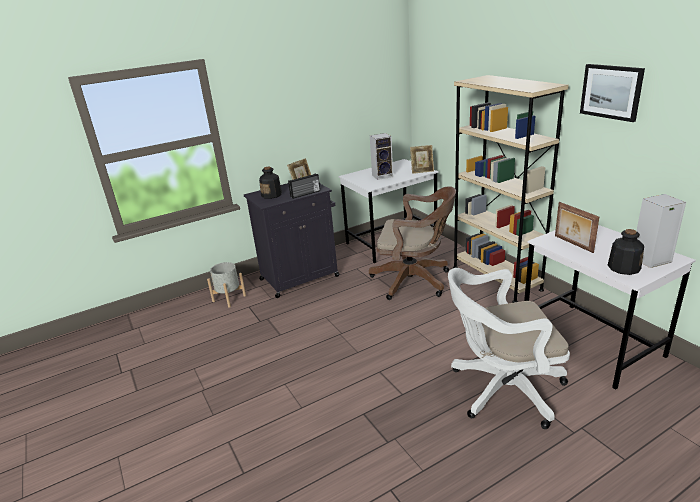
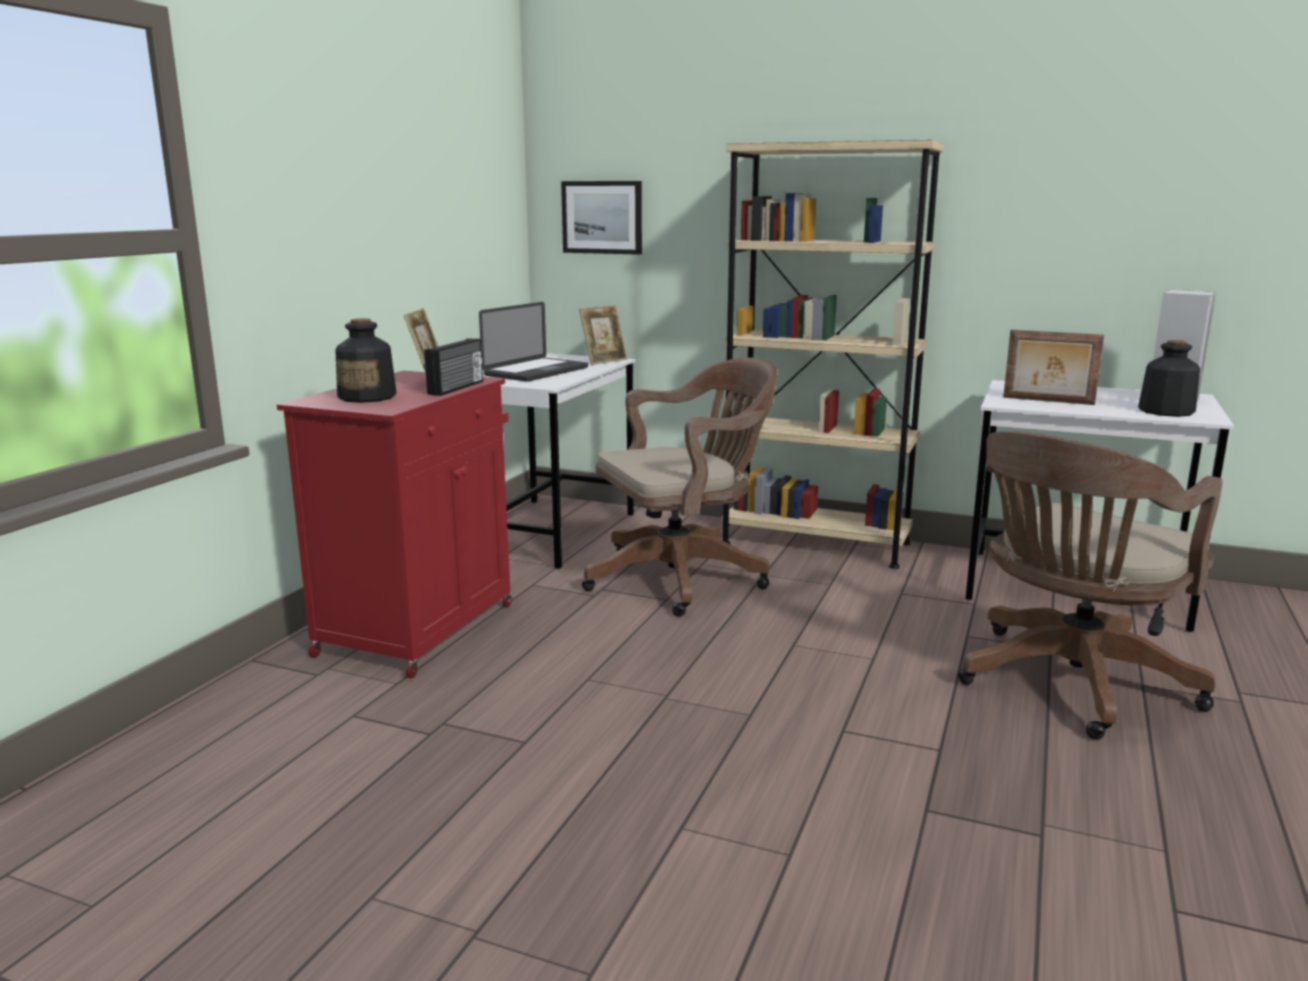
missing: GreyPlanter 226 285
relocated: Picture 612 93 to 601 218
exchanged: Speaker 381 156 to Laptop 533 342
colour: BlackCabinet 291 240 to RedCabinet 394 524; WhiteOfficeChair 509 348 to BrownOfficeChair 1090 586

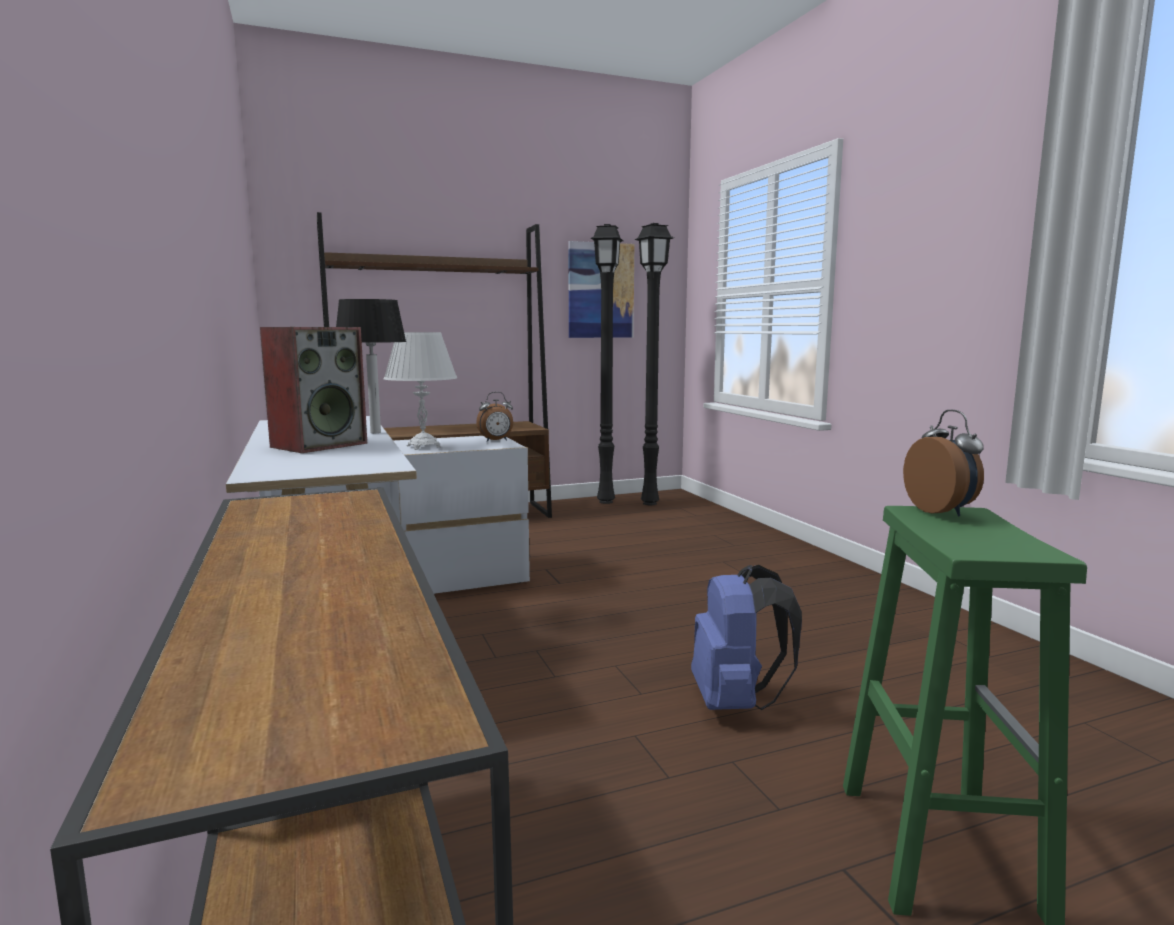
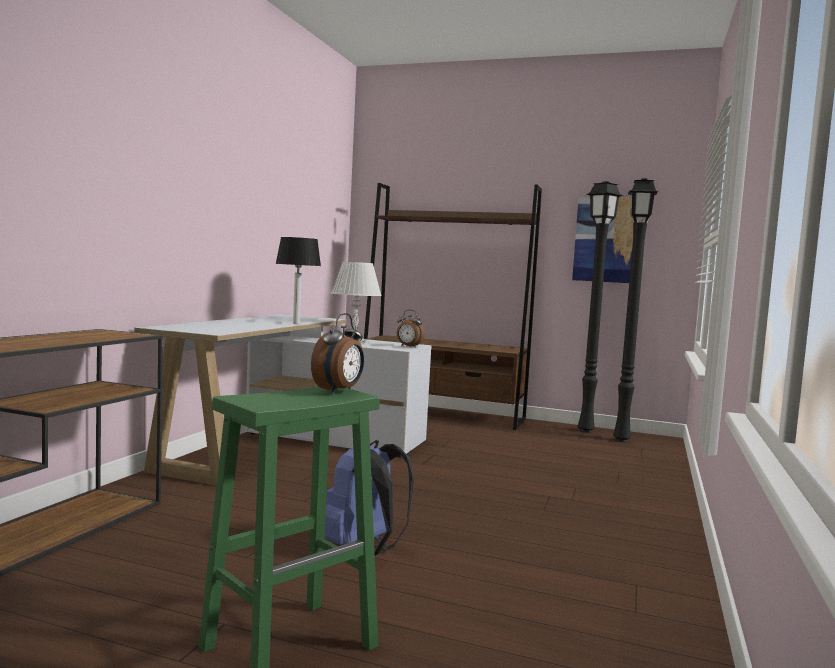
missing: Speaker 313 390

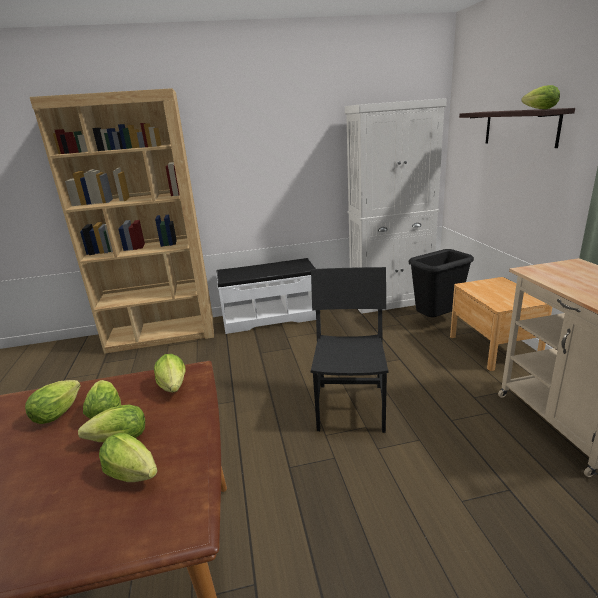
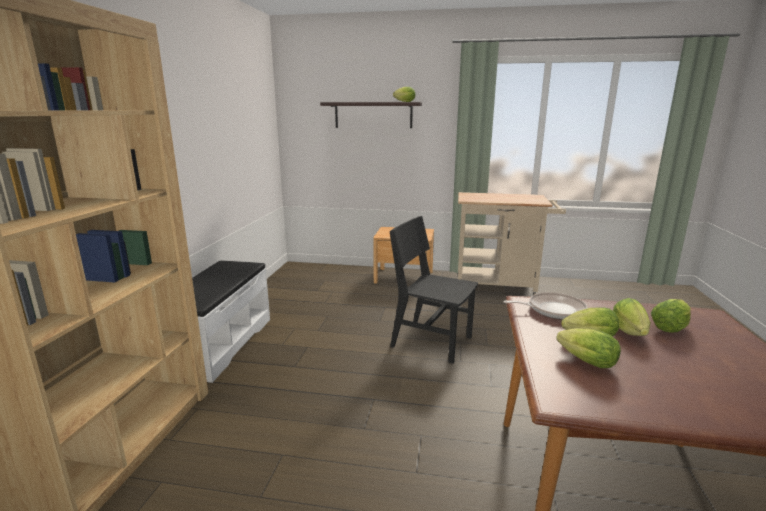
missing: WhiteCabinet 396 206; BlackTrashCan 441 283
exchanged: Lettuce 170 373 to FryingPan 546 306

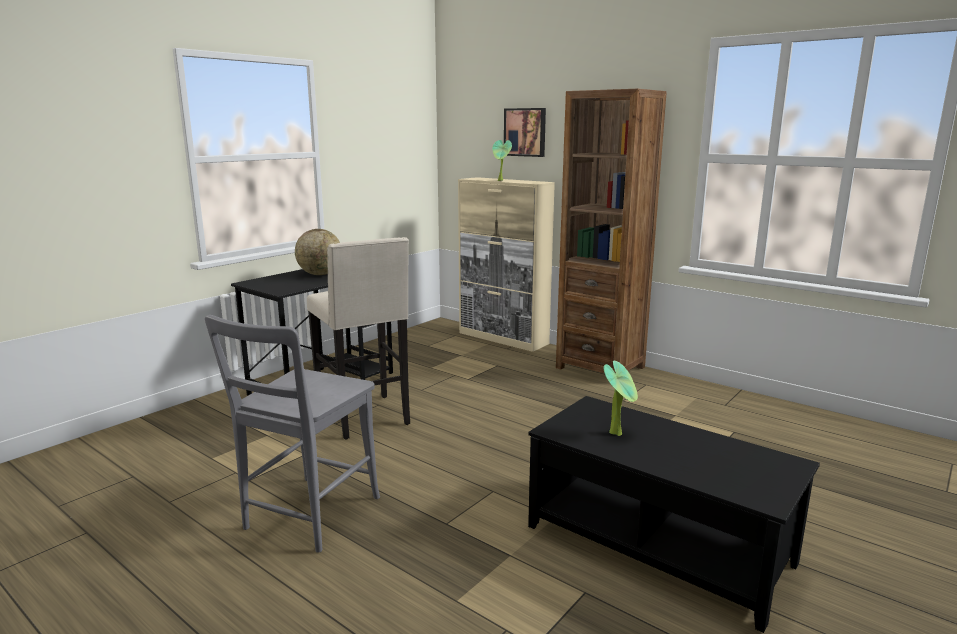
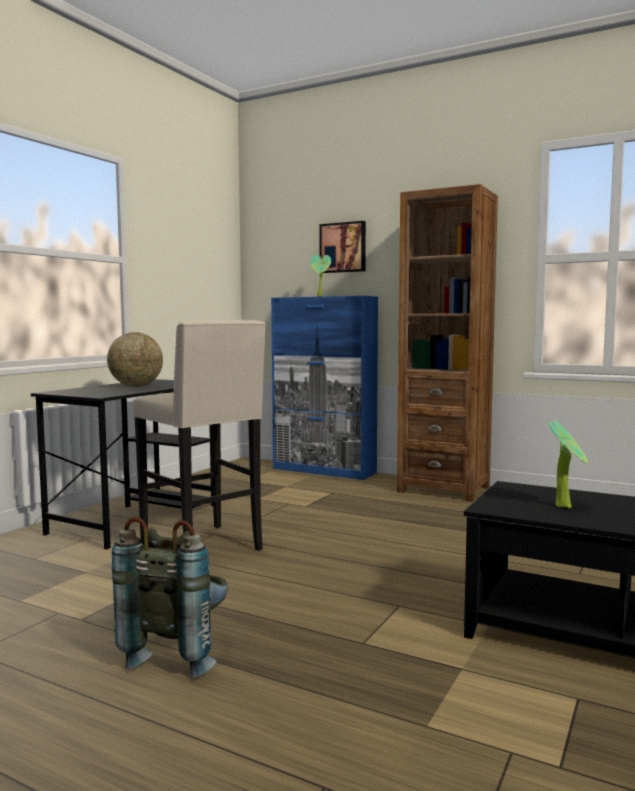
exchanged: GreyChair 292 434 to GreyBackpack 170 597
colour: BeigeCabinet 506 264 to BlueCabinet 324 388

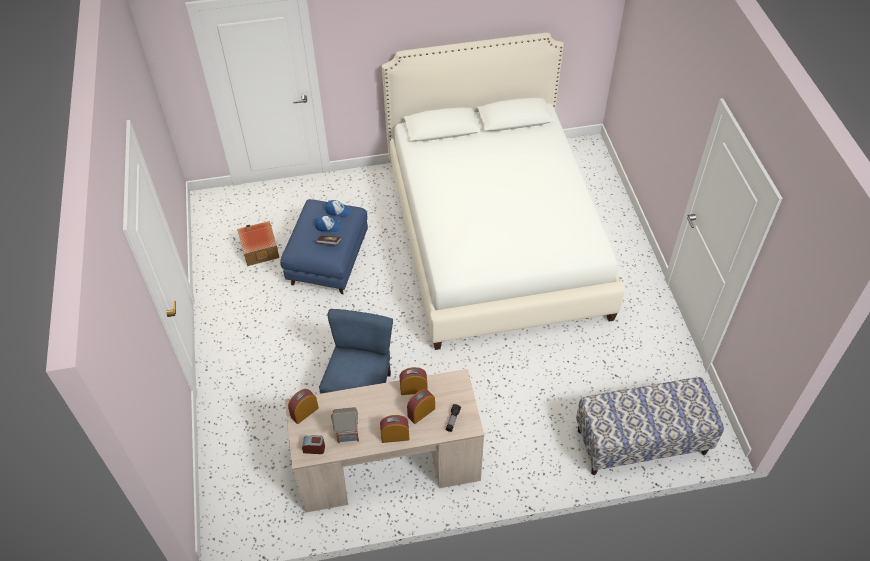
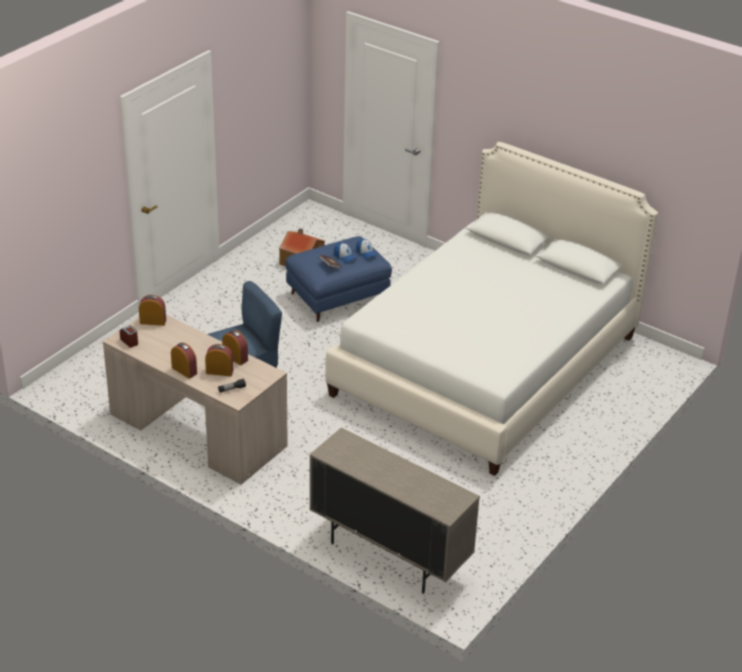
missing: ToyHouse 345 425
exchanged: Bench 650 426 to BeigeCabinet 395 511

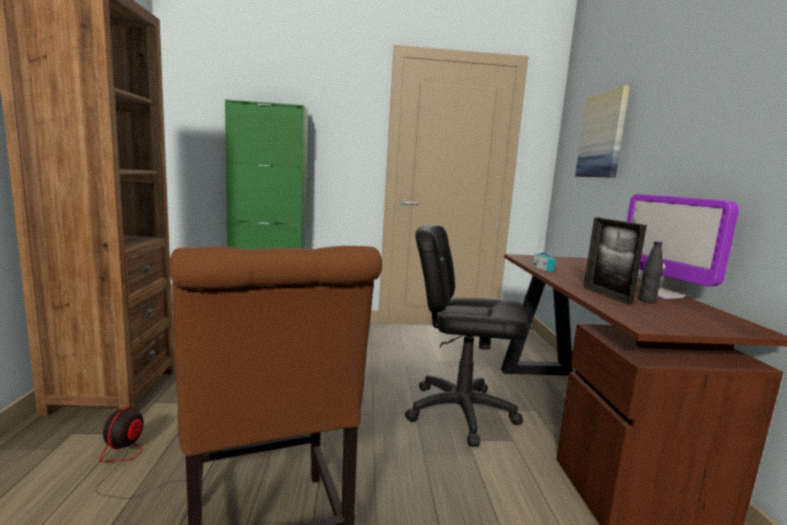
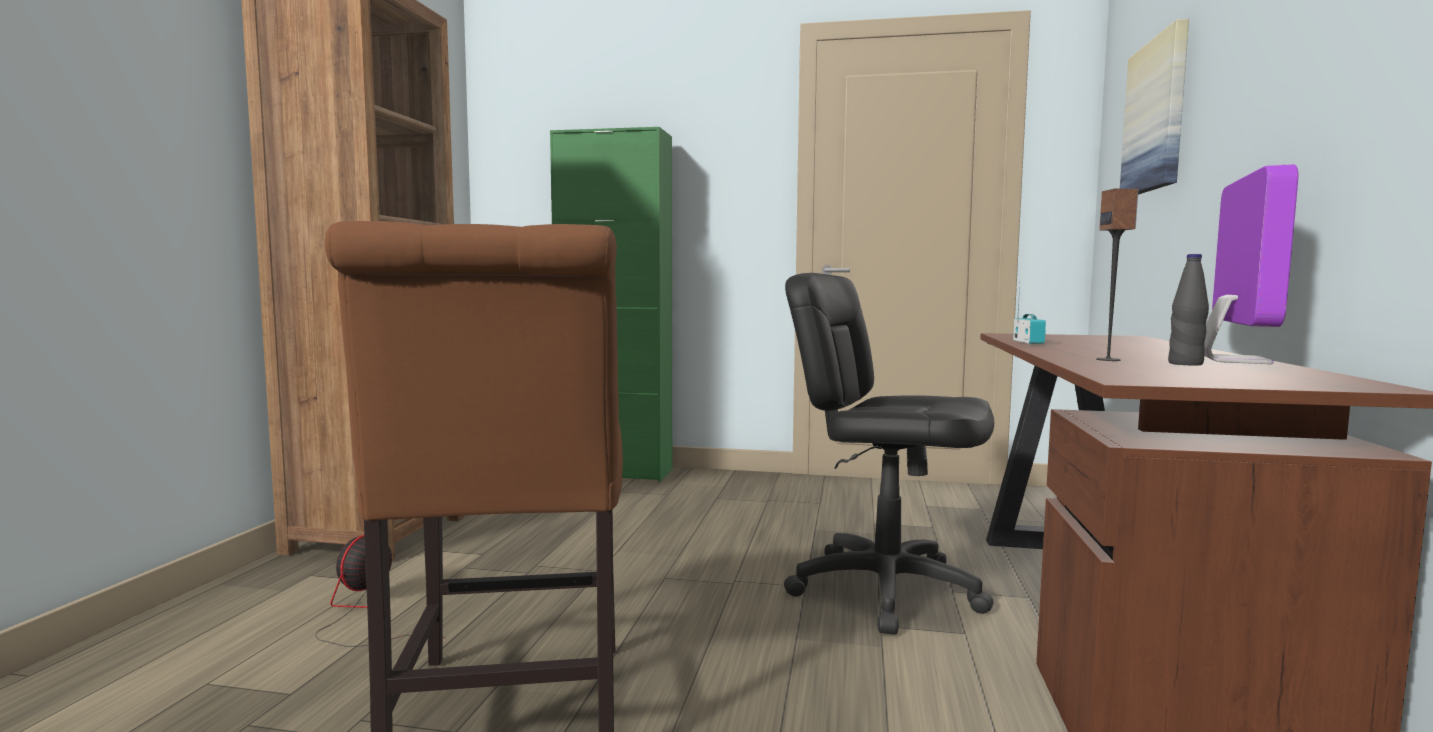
exchanged: PictureFrame 615 261 to Speaker 1117 275
spun: Monitor 682 246 = 1251 264 150 degrees counterclockwise

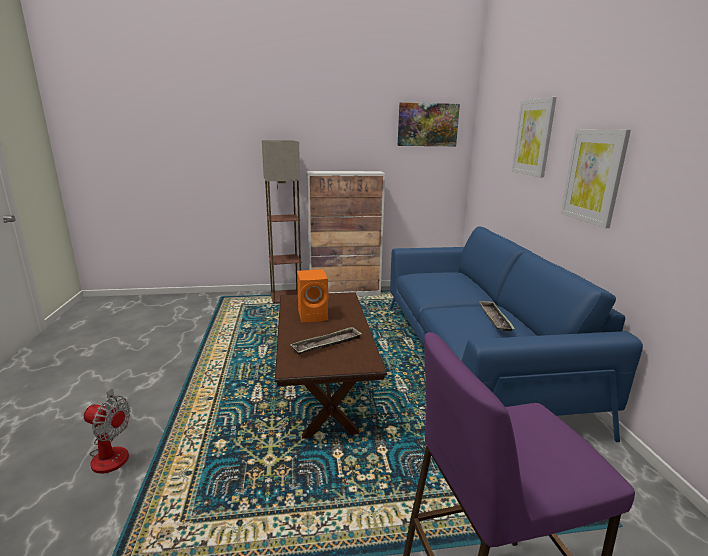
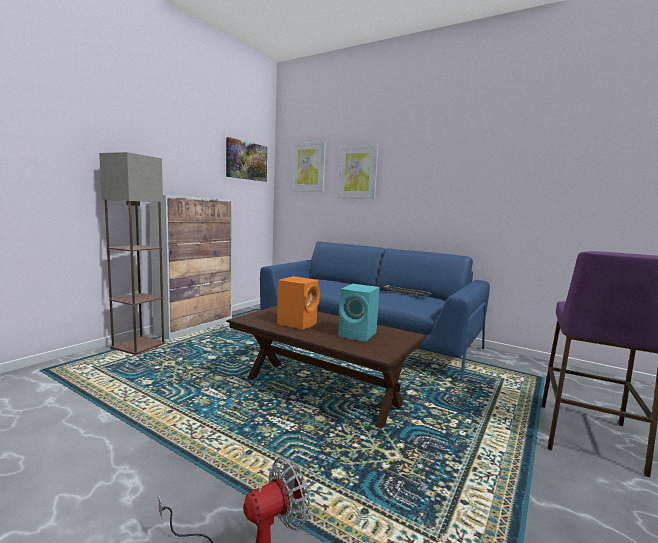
relocated: Picture 596 178 to 309 166
exchanged: Tray 326 340 to TurquoiseSpeaker 359 313

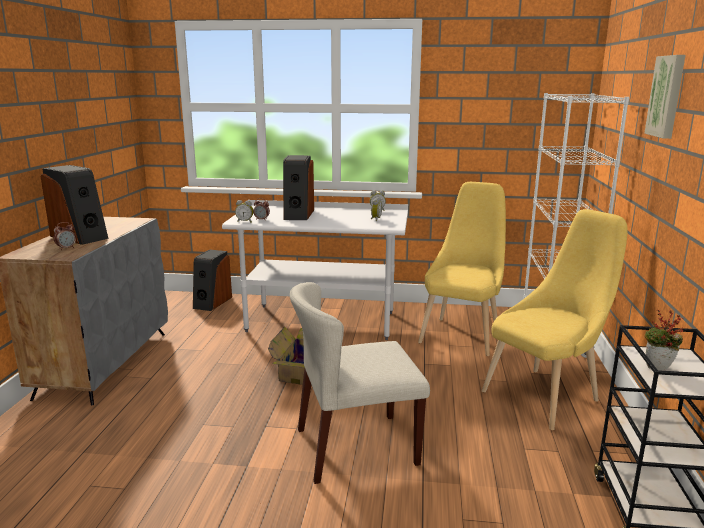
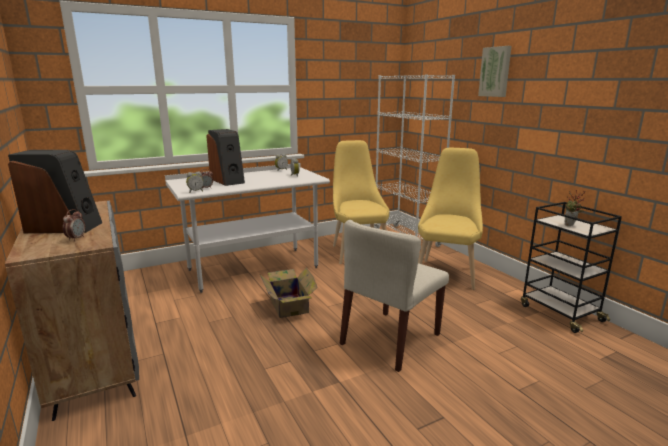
missing: Speaker 212 280

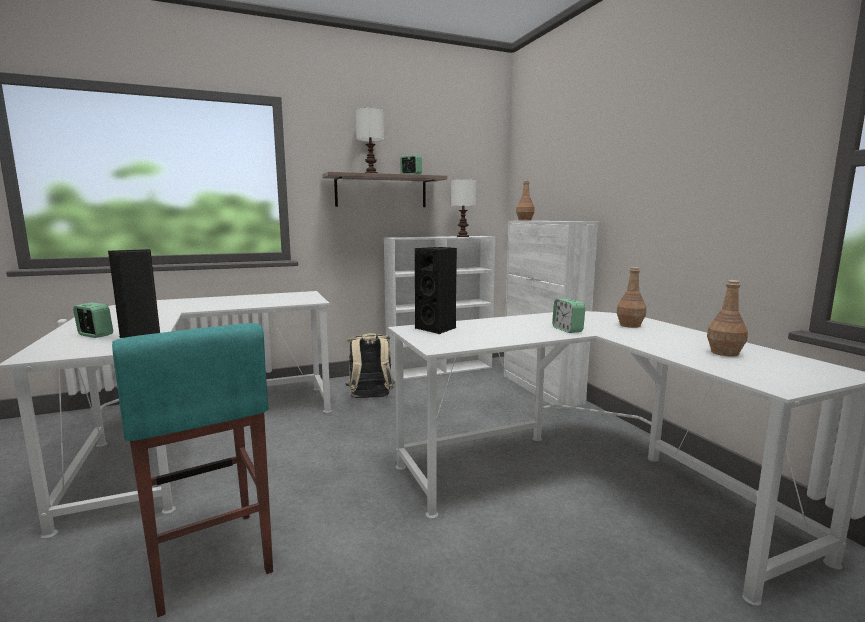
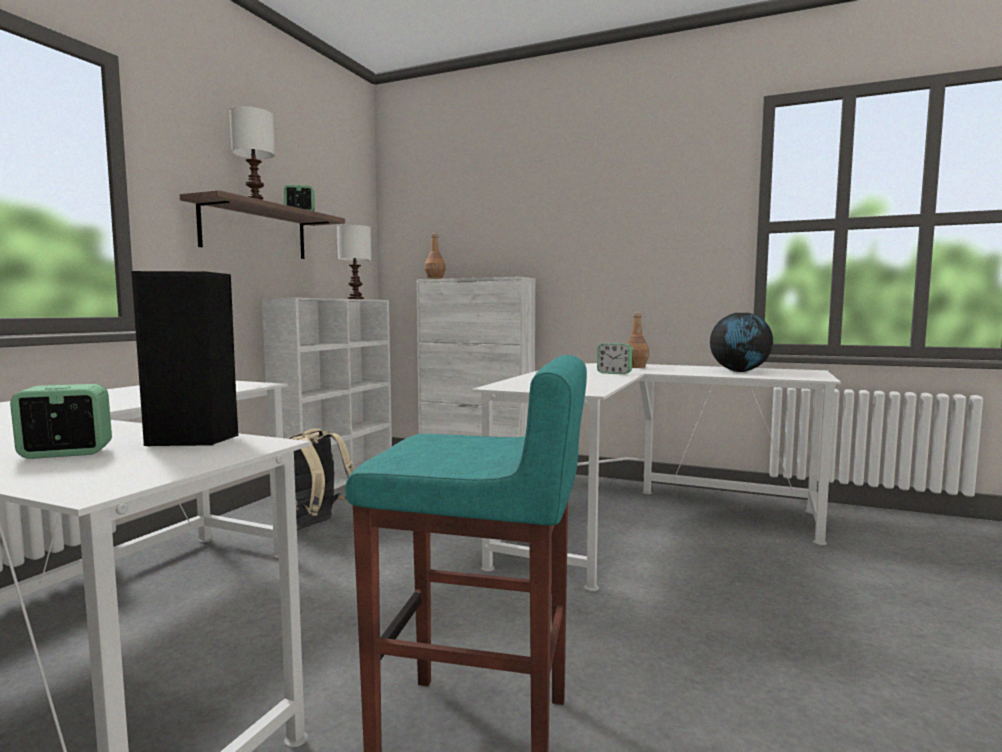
missing: BlackSpeaker 436 290
exchanged: BrownBottle 727 318 to Globe 741 342

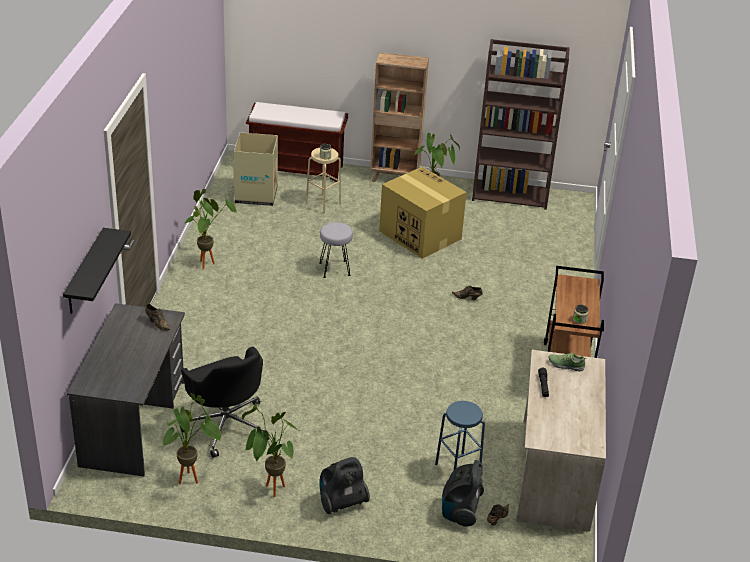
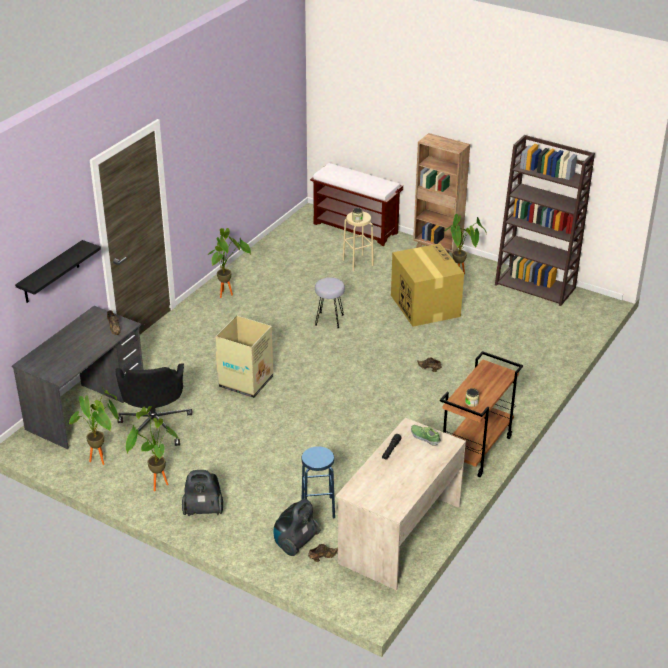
relocated: CardboardBox 255 169 to 244 357

